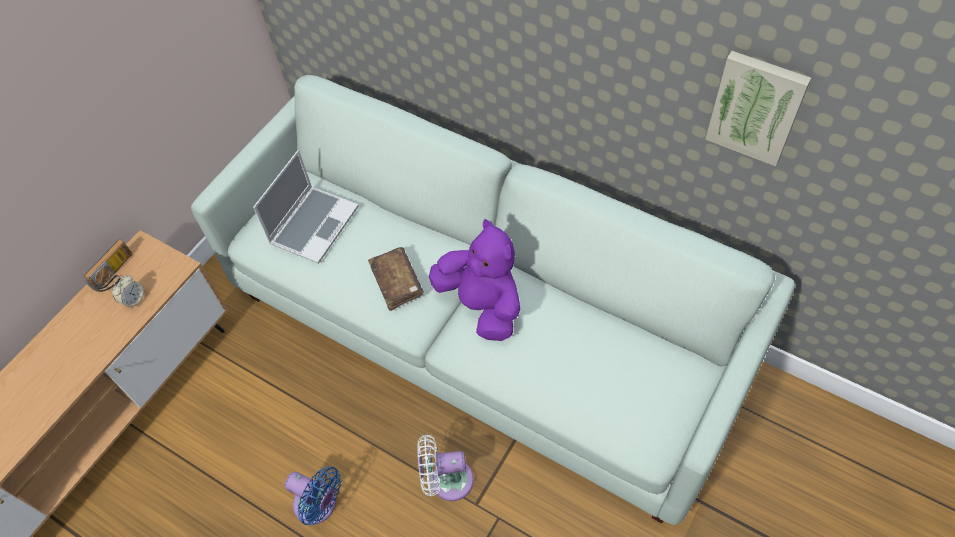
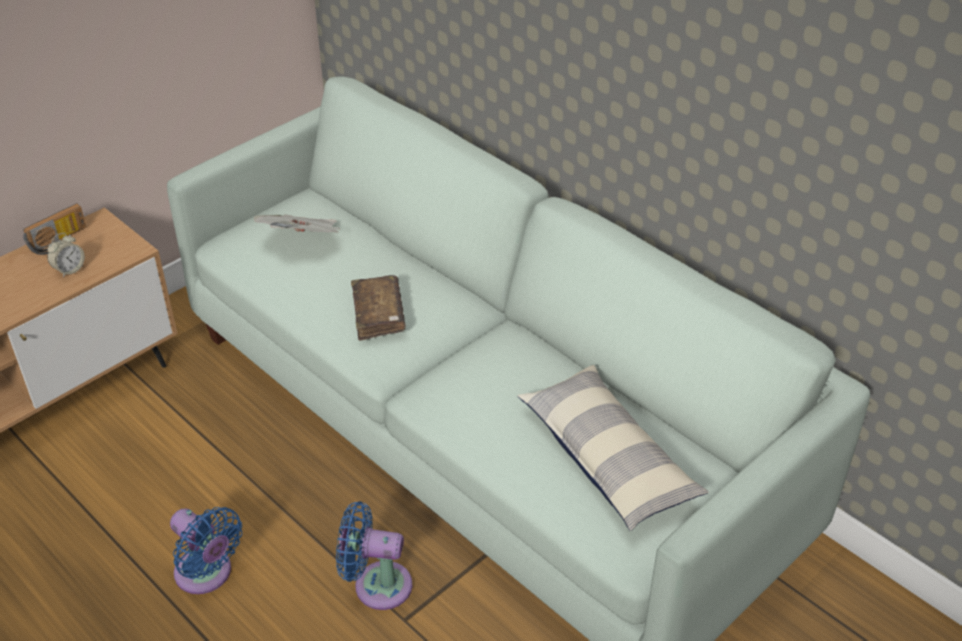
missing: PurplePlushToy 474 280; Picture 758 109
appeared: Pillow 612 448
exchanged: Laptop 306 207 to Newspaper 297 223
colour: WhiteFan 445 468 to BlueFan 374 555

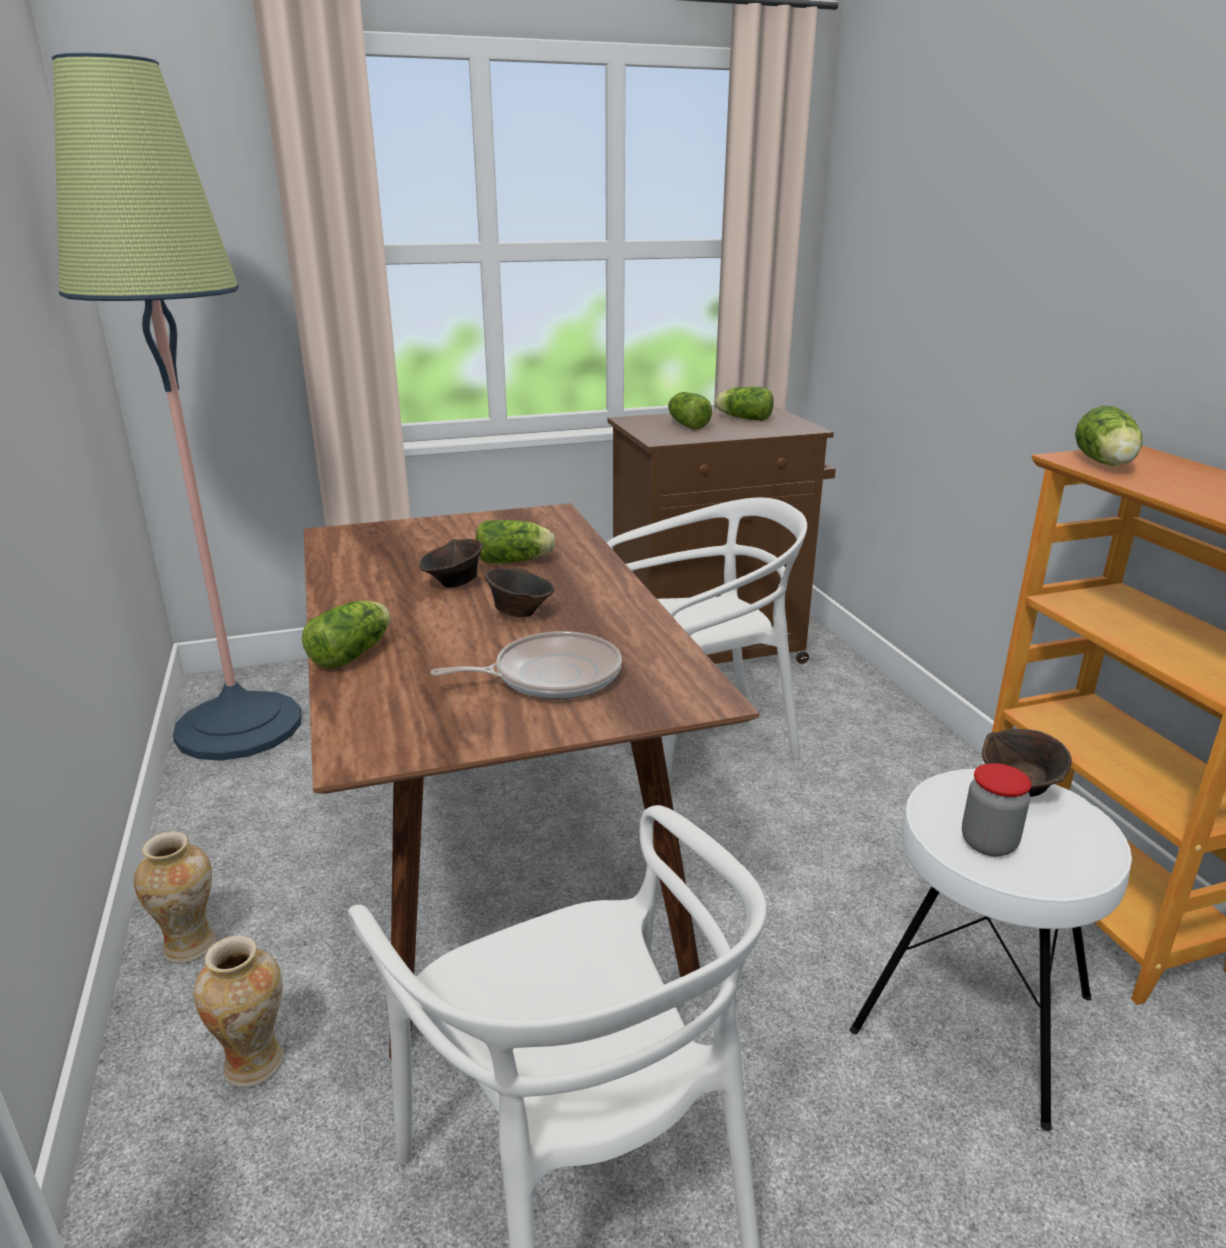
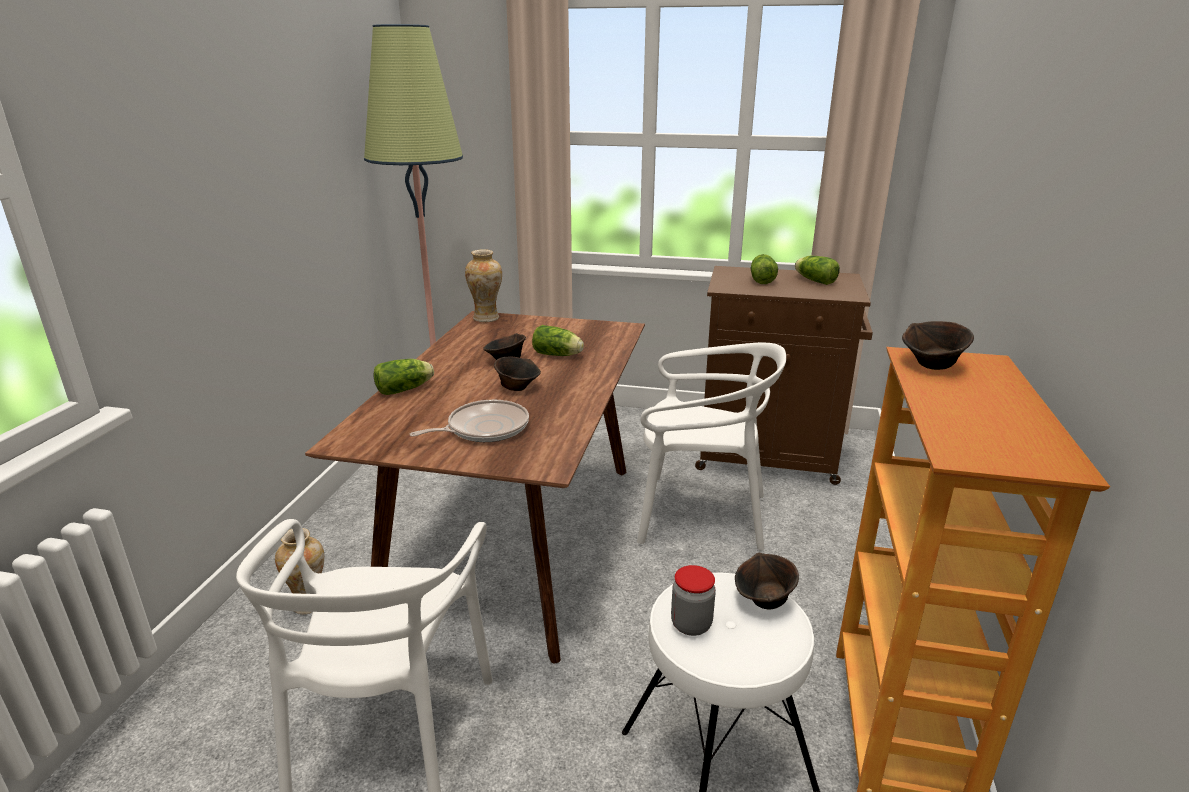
relocated: Vase 175 897 to 483 285
exchanged: Lettuce 1109 436 to BrownBowl 938 345
spun: FryingPan 526 665 = 469 421 45 degrees counterclockwise

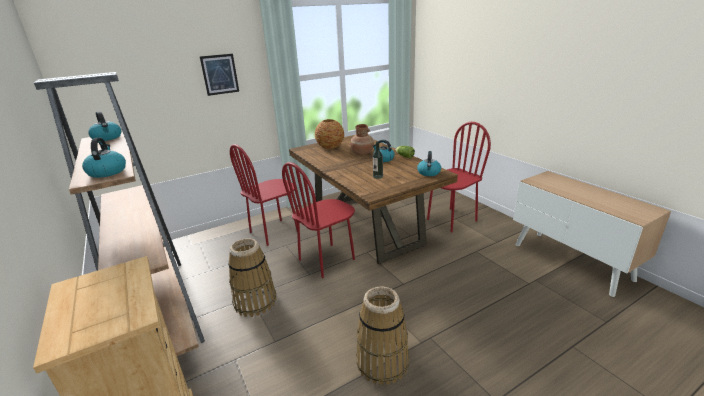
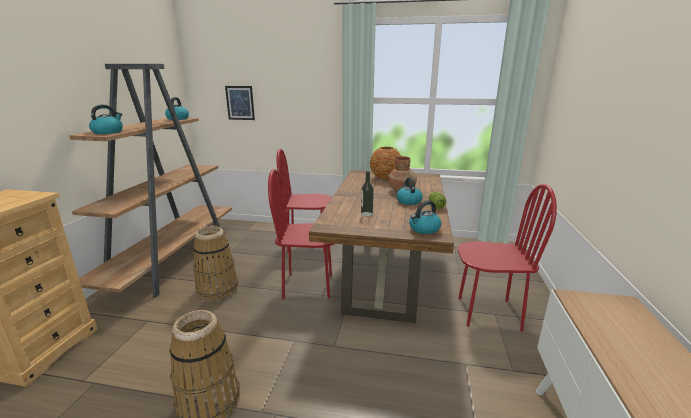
relocated: Picture 219 75 to 240 103

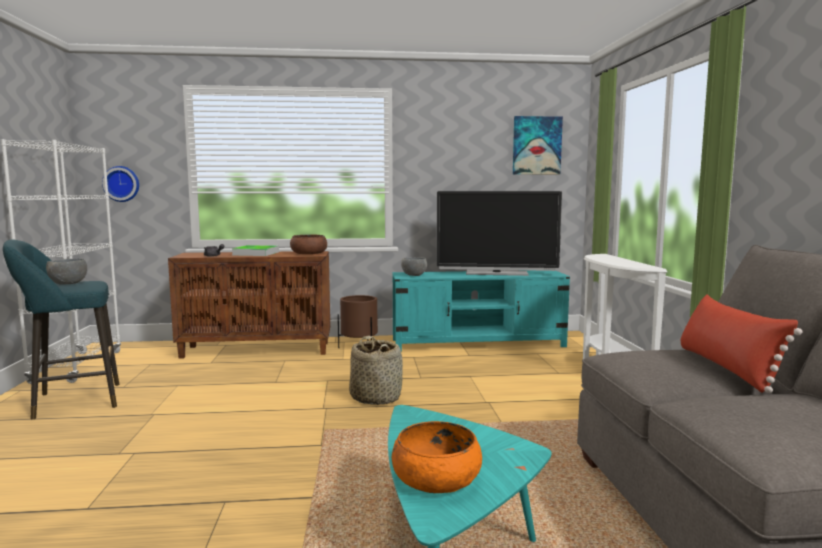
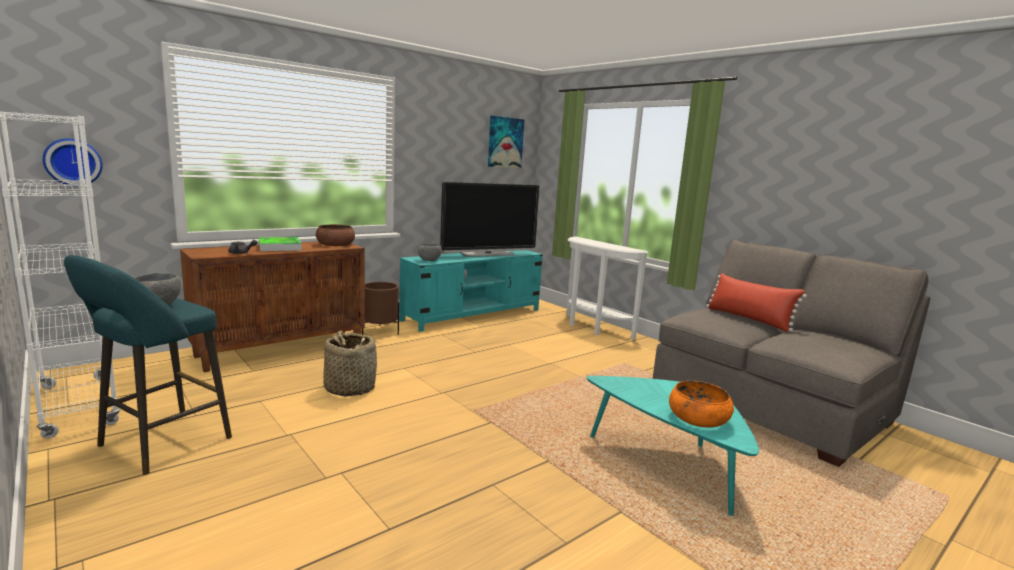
relocated: Basket 376 370 to 350 364

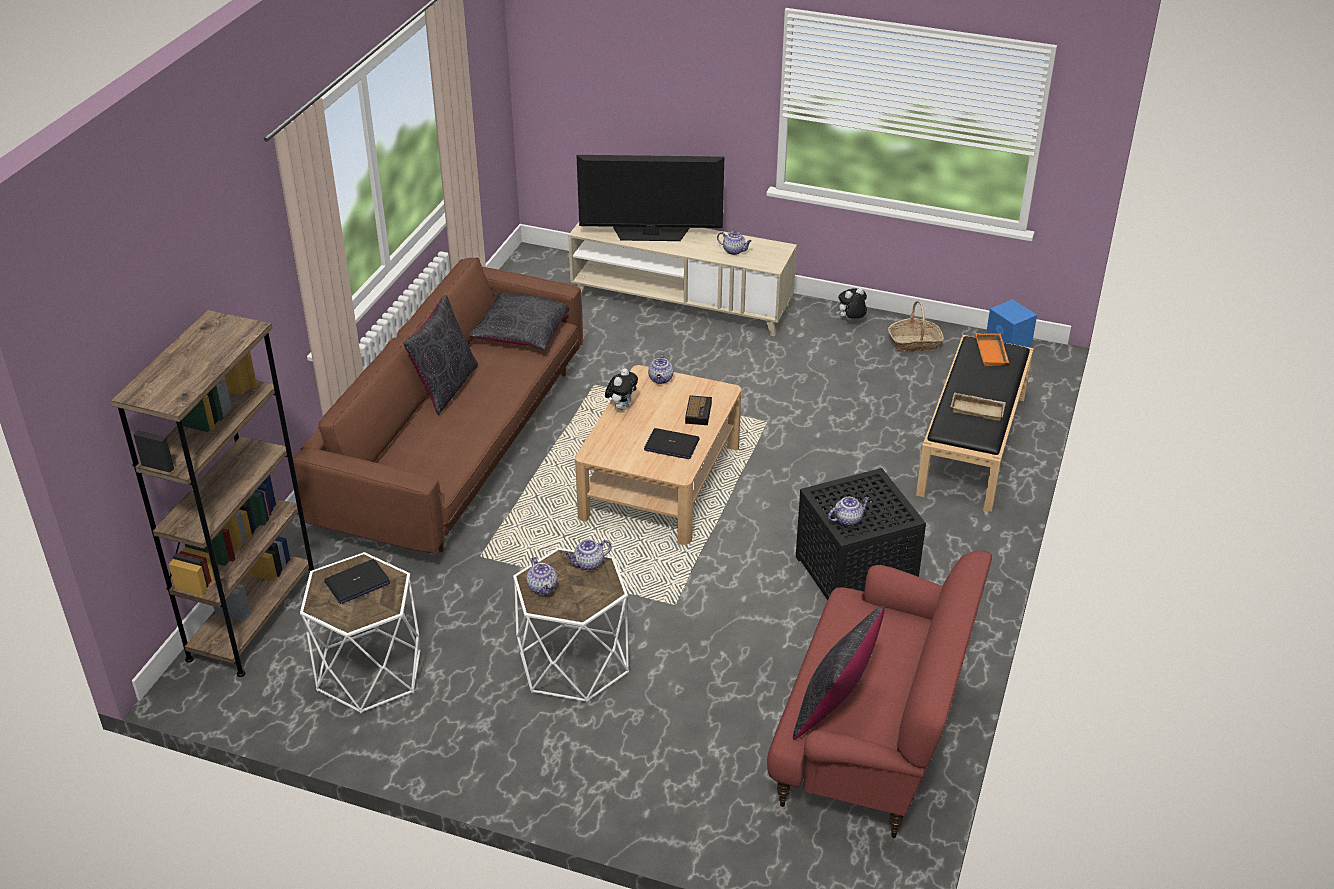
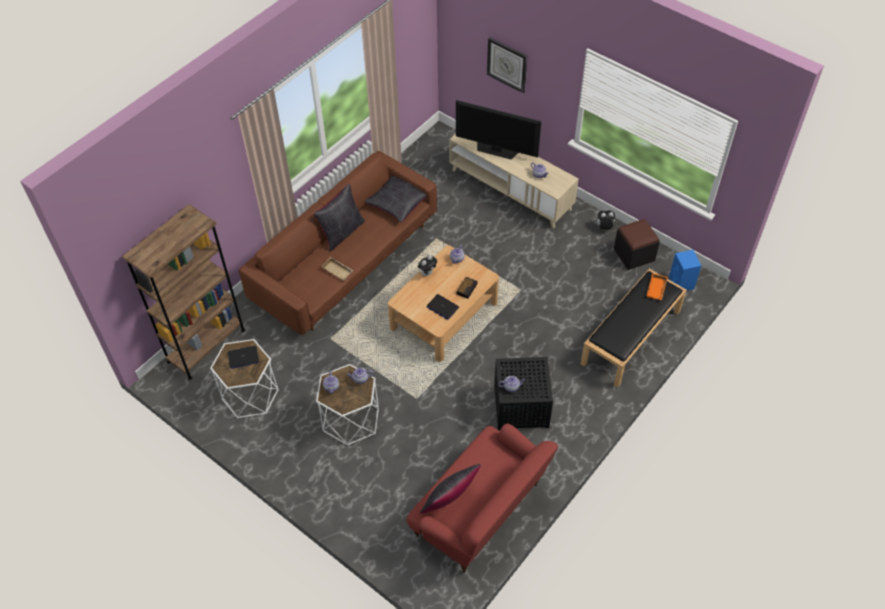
appeared: WallClock 507 65
relocated: BeigeTray 978 406 to 337 269
exchanged: Basket 916 326 to BlackOttoman 637 244

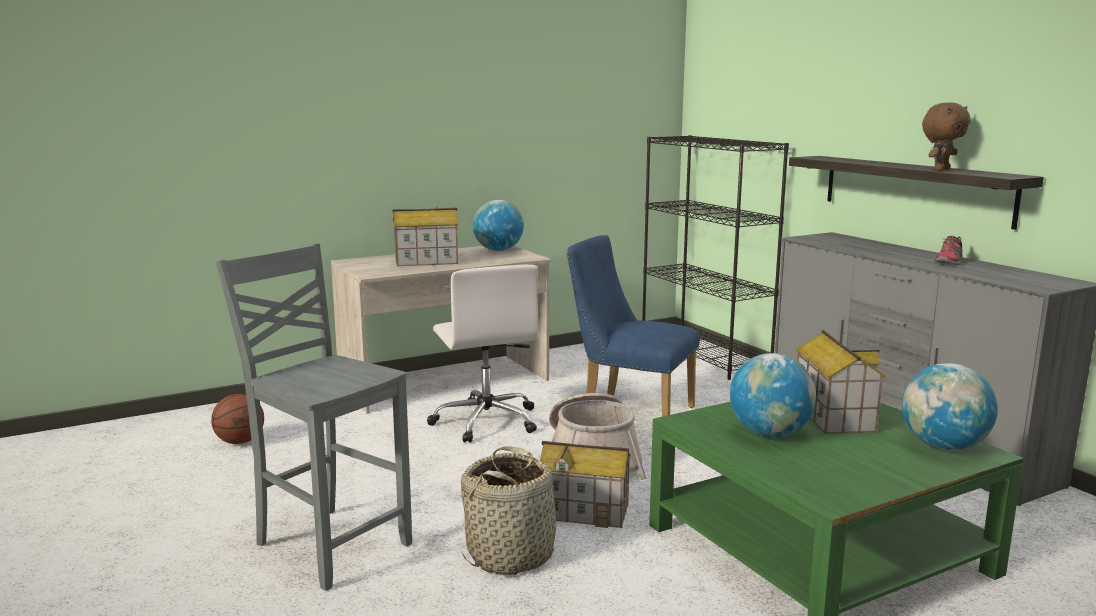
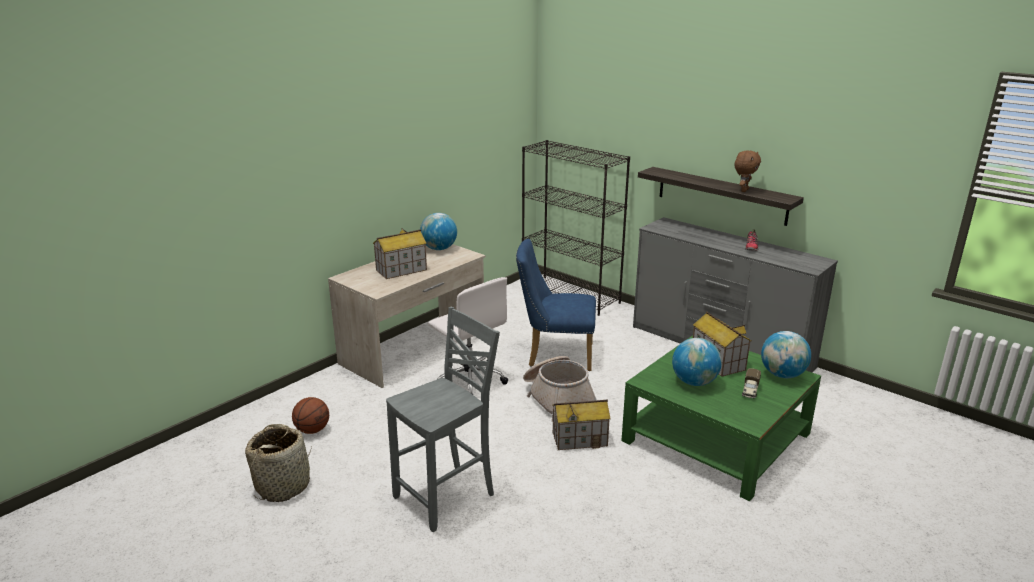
appeared: ToyTruck 751 383
relocated: Basket 513 510 to 278 463
spun: GreyChair 314 417 = 443 419 120 degrees clockwise

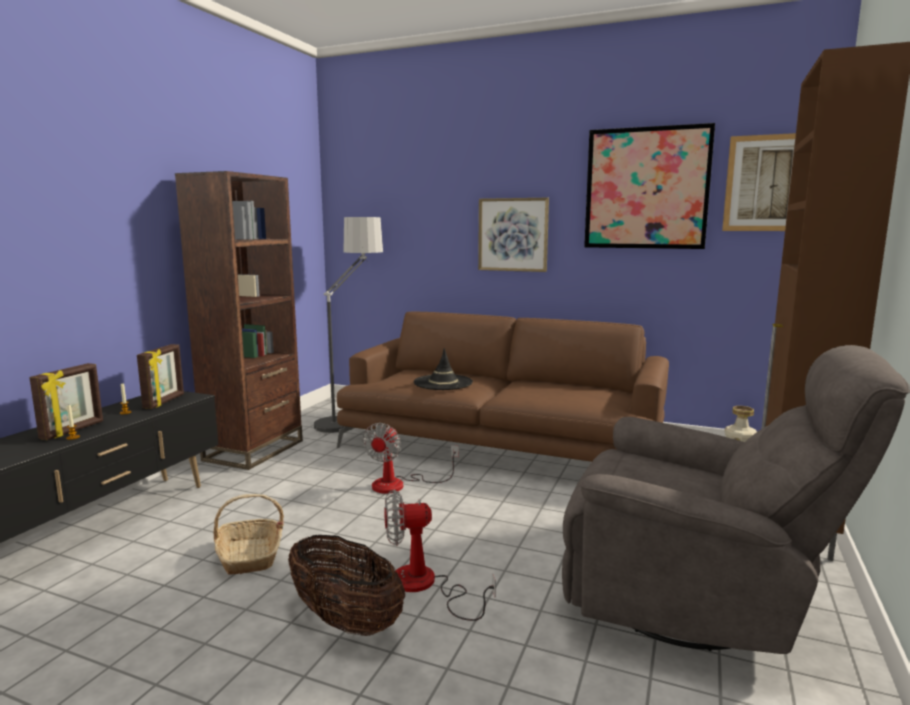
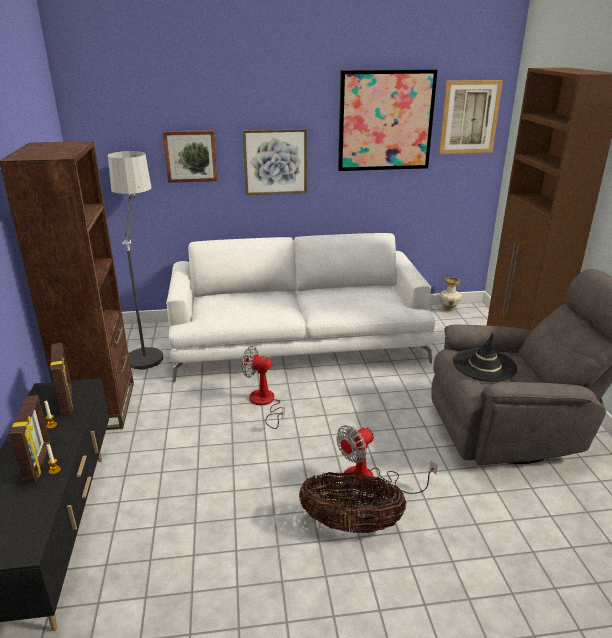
missing: Basket 249 534
appeared: Picture 190 156
relocated: BlackHat 443 369 to 485 357
colour: BrownSofa 503 387 to WhiteSofa 300 308
spun: Fan 410 458 = 263 387 120 degrees clockwise

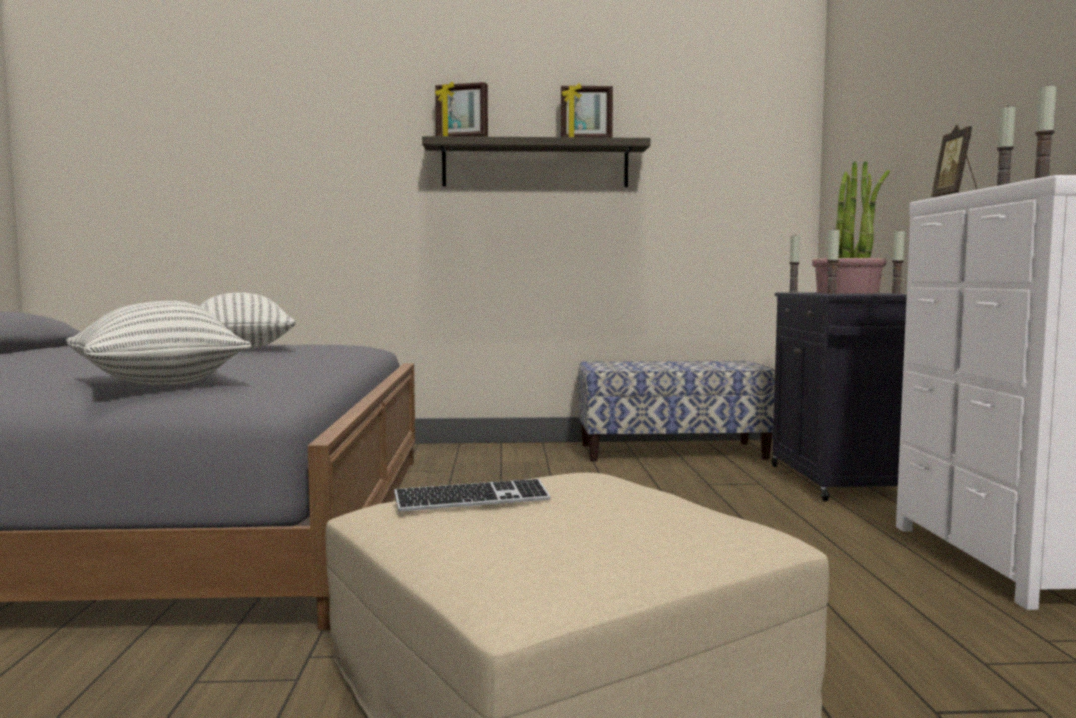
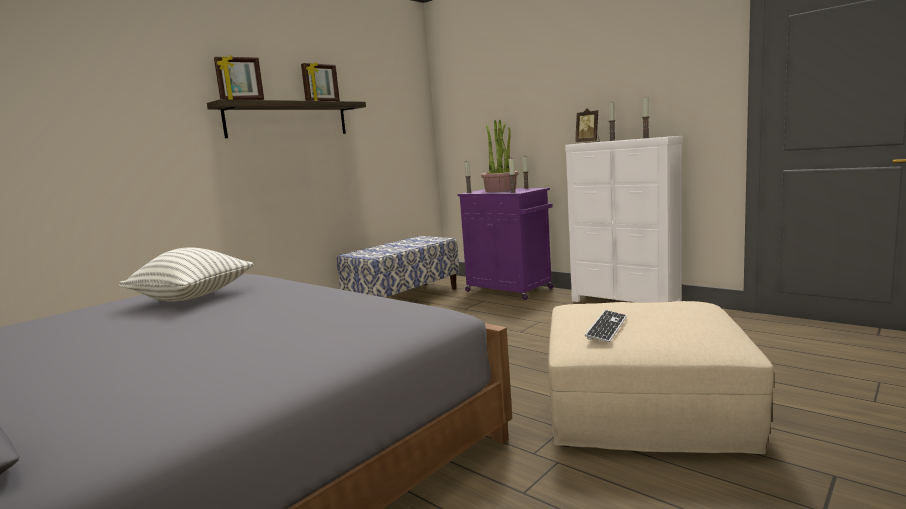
missing: Pillow 158 343
colour: BlackCabinet 839 396 to PurpleCabinet 505 244

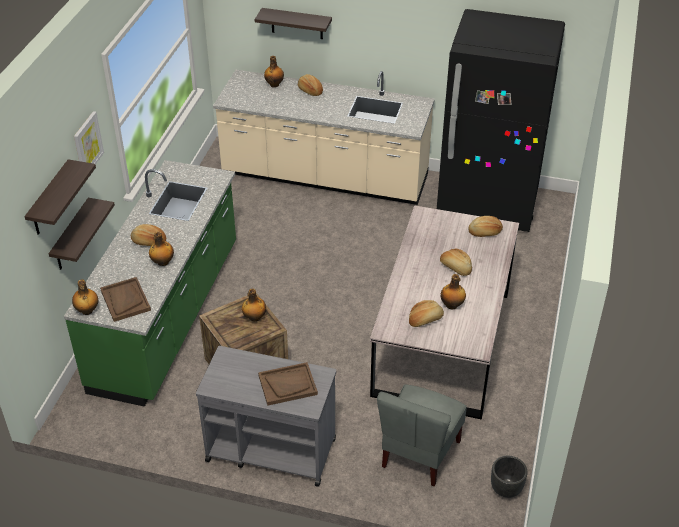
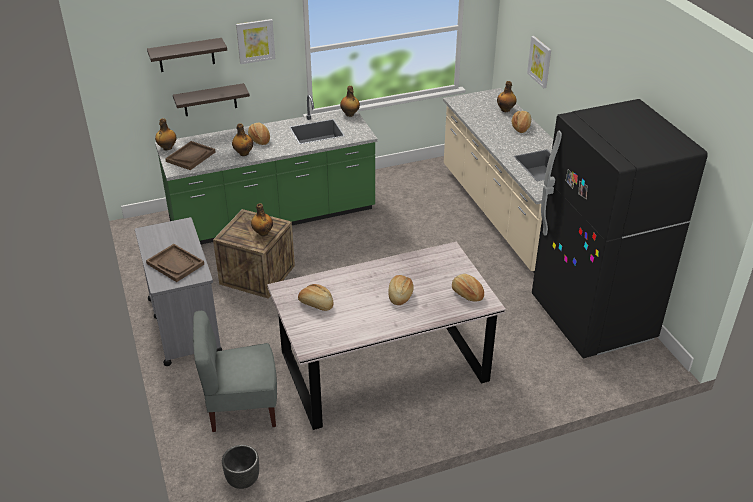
relocated: Bottle 453 291 to 350 101
exchanged: Shelf 293 23 to Picture 539 62

